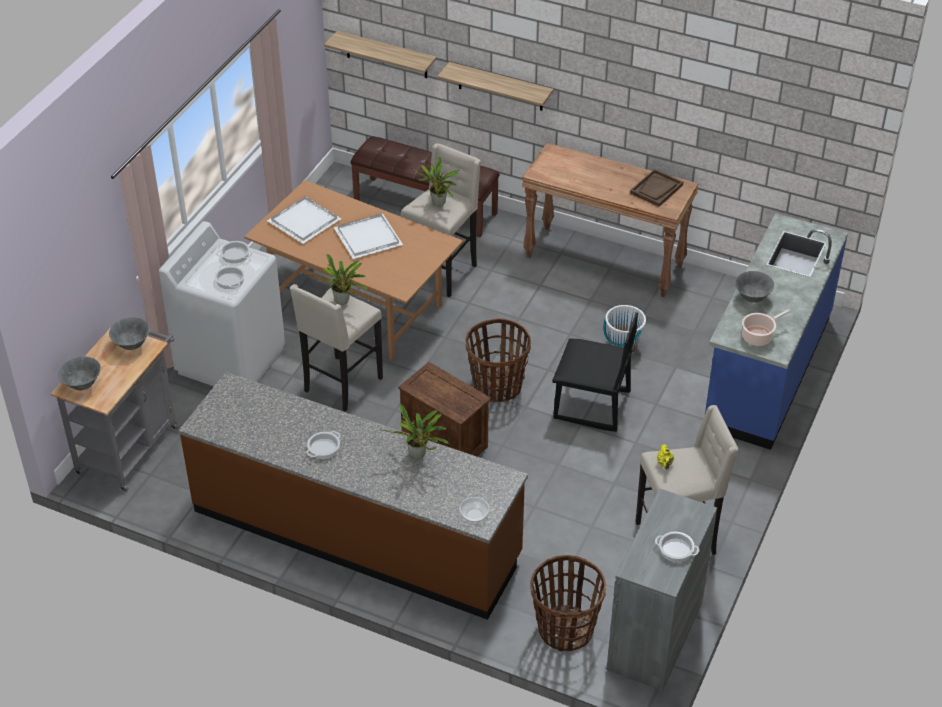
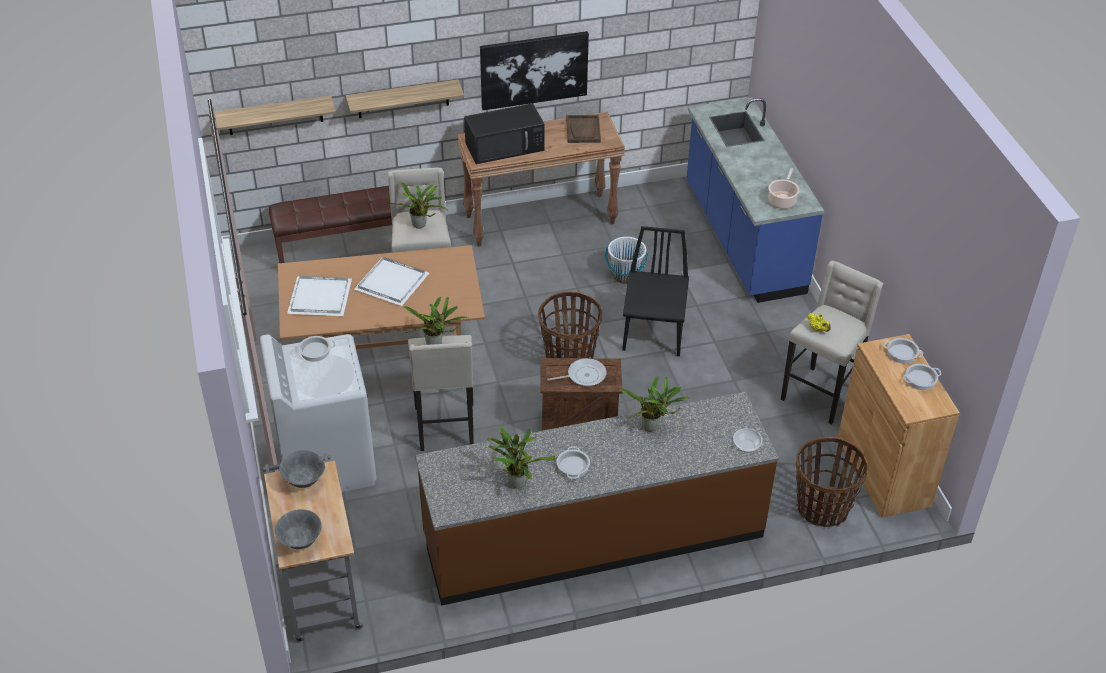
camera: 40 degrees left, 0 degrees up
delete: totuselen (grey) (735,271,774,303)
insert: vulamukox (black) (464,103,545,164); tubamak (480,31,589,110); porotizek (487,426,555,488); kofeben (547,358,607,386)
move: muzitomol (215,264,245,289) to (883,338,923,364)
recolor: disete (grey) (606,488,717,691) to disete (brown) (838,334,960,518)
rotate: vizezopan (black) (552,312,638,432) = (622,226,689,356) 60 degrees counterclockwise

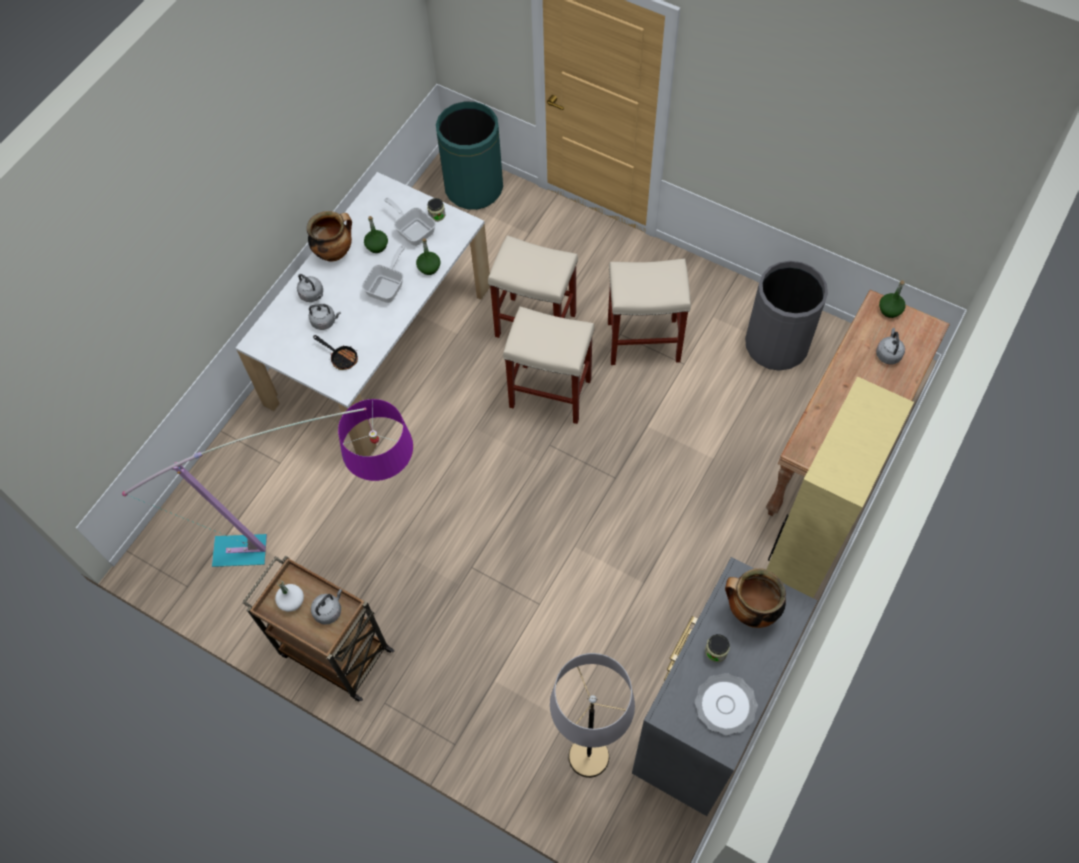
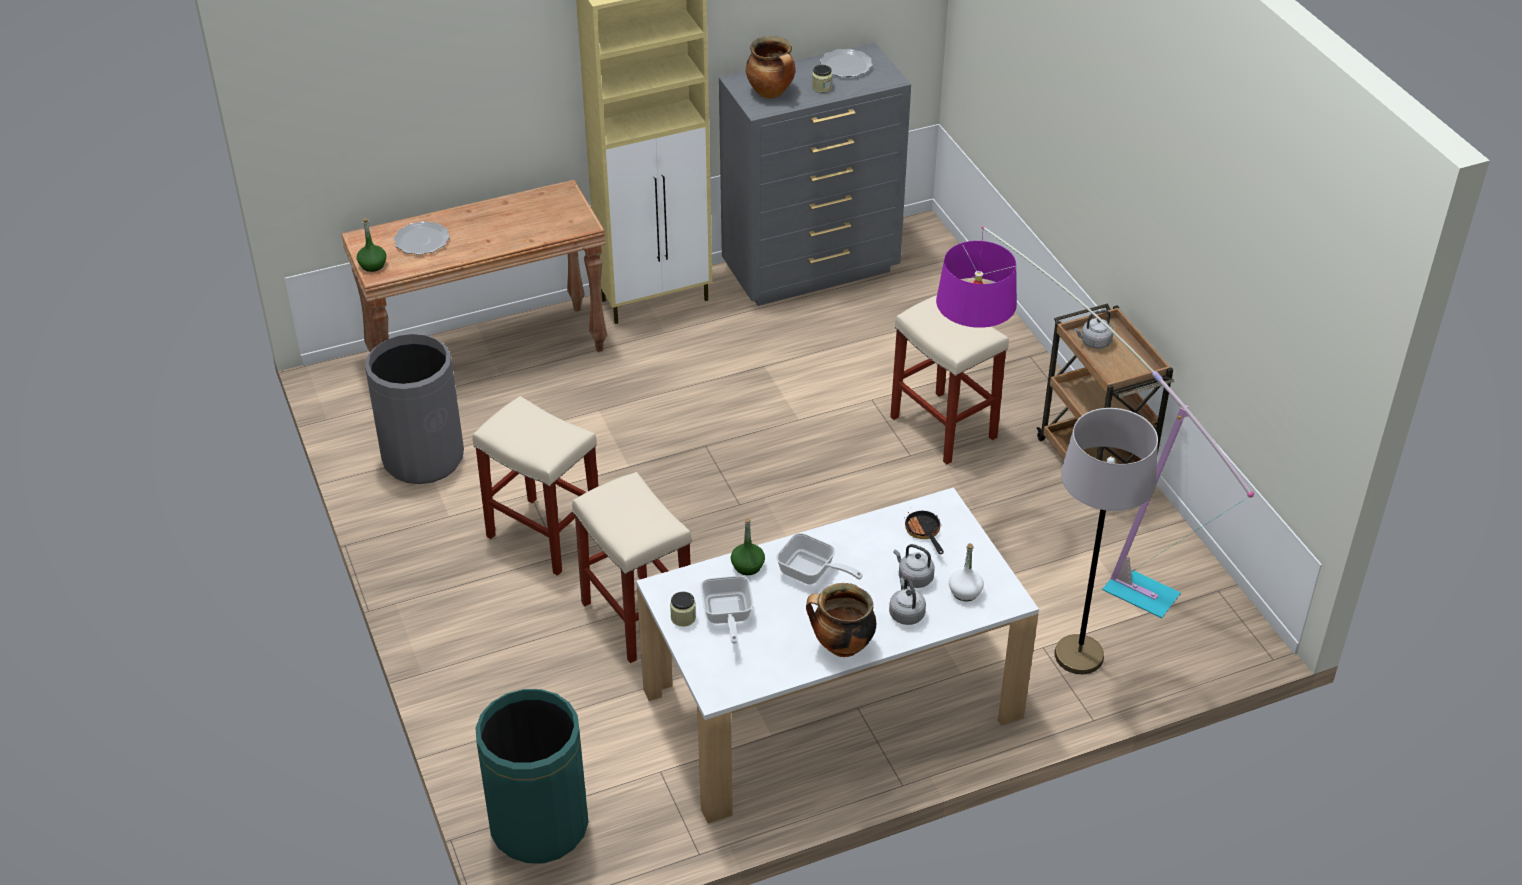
camera: 145 degrees left, 20 degrees down
delete: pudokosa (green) (364,216,388,253)
move: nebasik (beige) (503,306,594,424) to (890,295,1009,465); pudokosa (white) (275,580,304,612) to (949,543,984,601); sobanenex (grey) (550,653,635,778) to (1055,408,1158,674)
replace: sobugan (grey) (876,328,905,364) to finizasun (394,221,450,255)
rotate: kofeben (362,246,405,303) = (776,533,863,584) 120 degrees counterclockwise

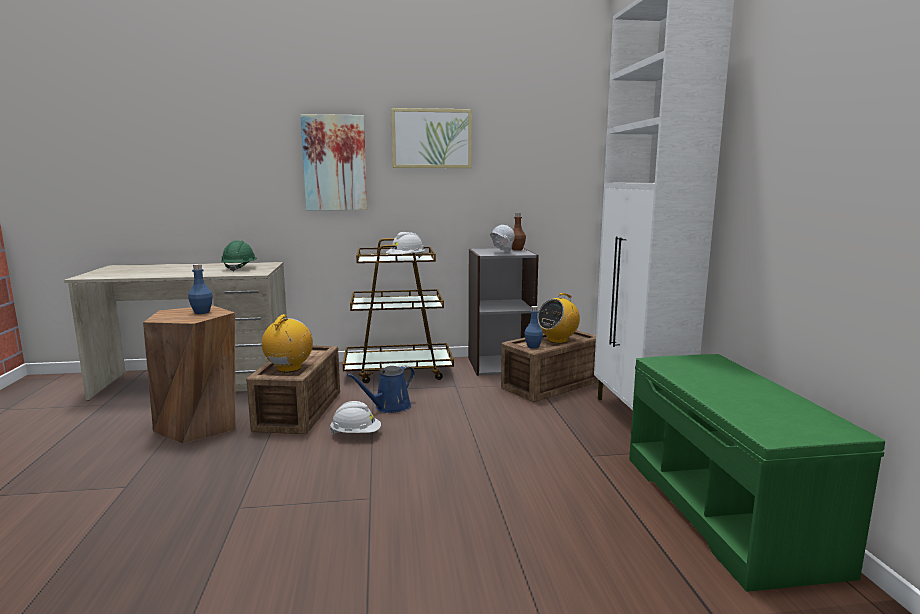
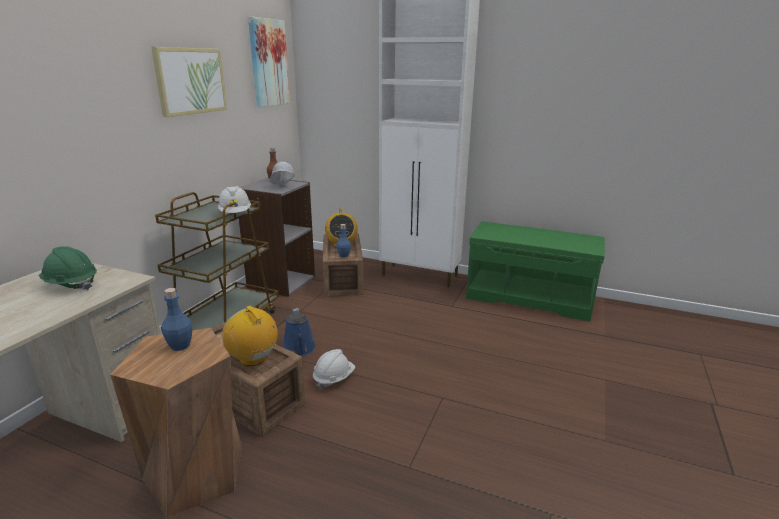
camera: 60 degrees left, 10 degrees up
move: tubamak (301,114,367,210) to (248,16,290,107)

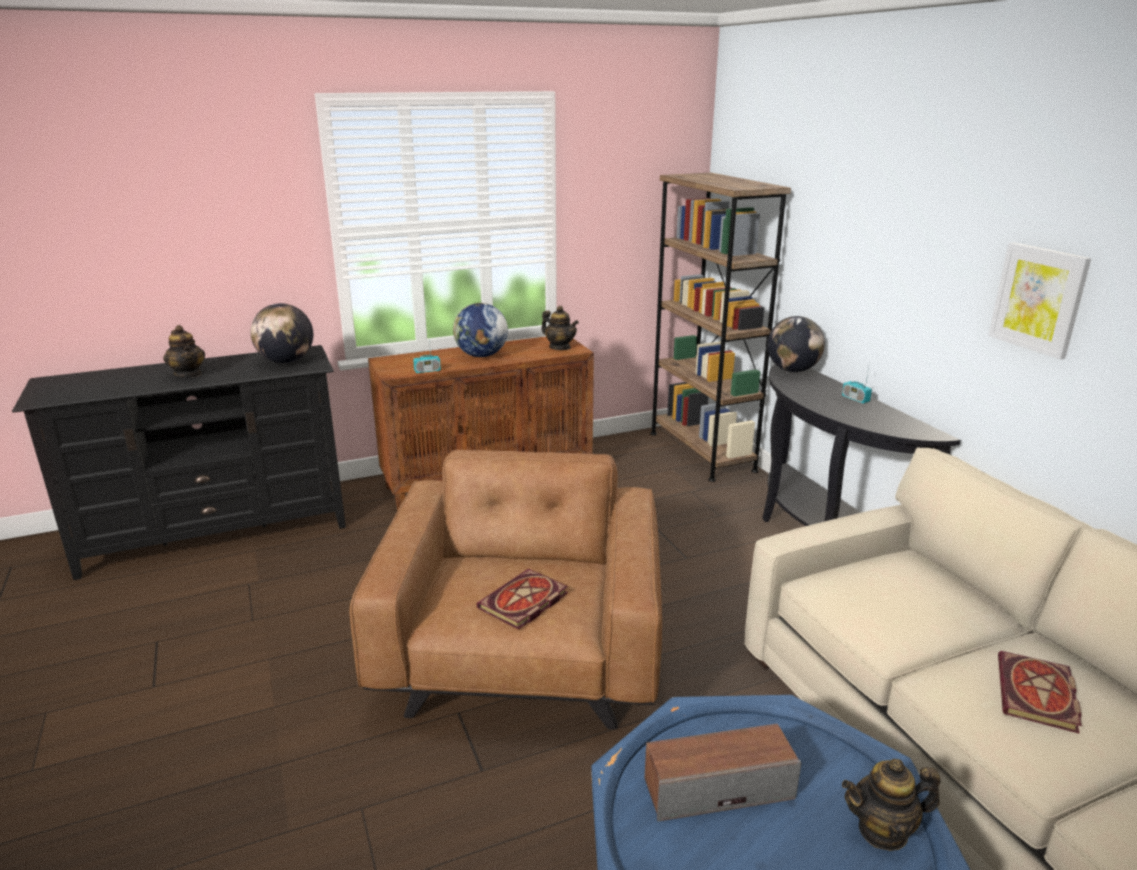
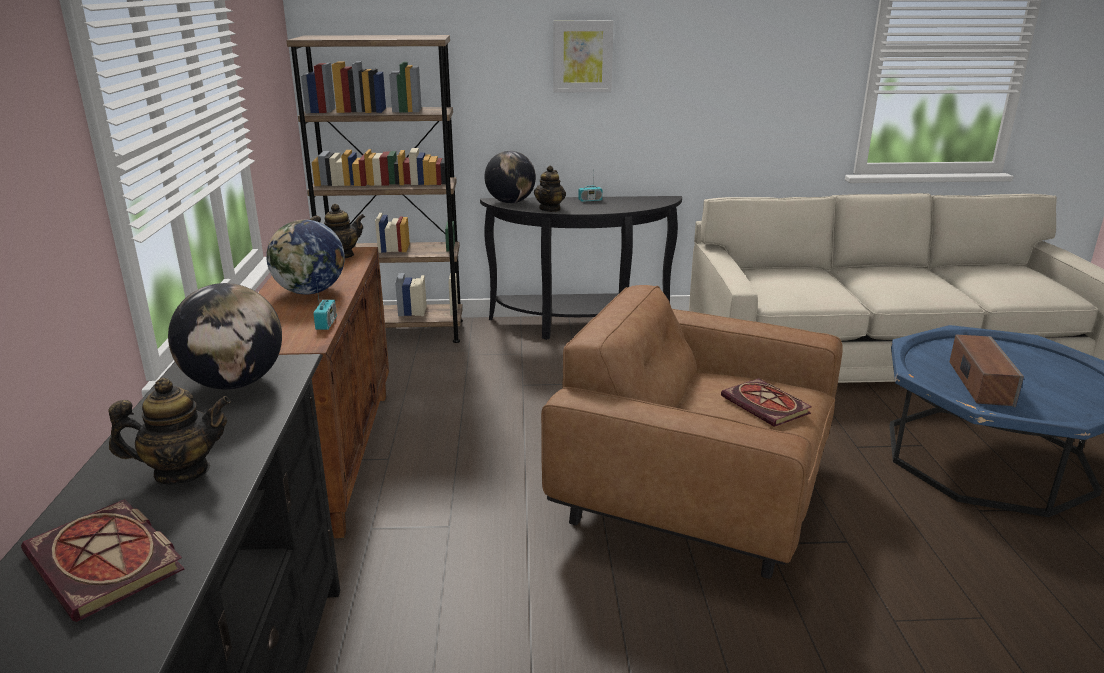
camera: 70 degrees left, 0 degrees up
move: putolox (998,651,1082,733) to (21,499,184,622); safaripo (842,759,940,851) to (534,166,566,212); tubamak (988,242,1091,360) to (553,21,614,93)

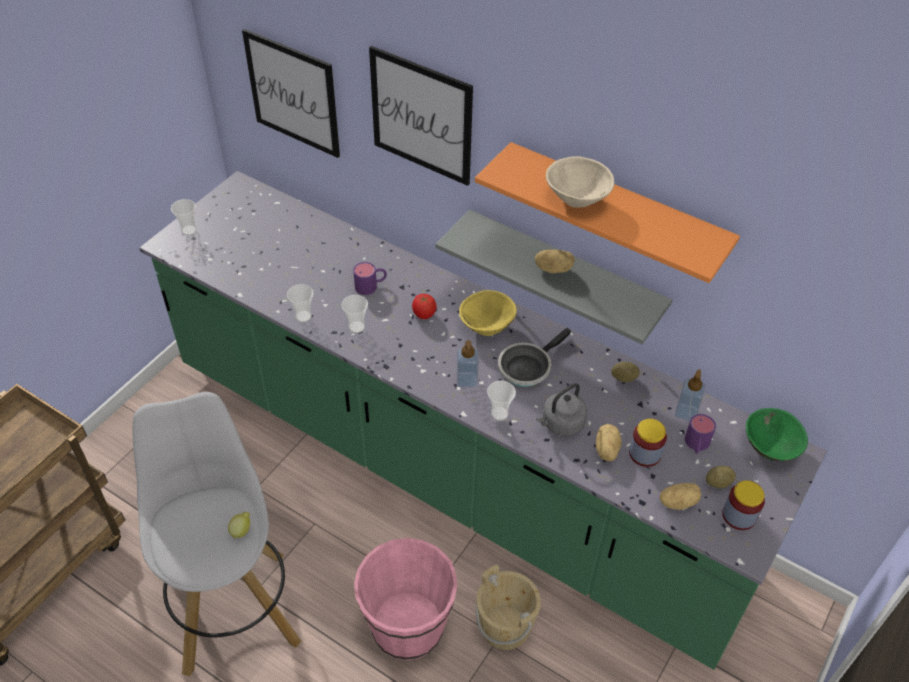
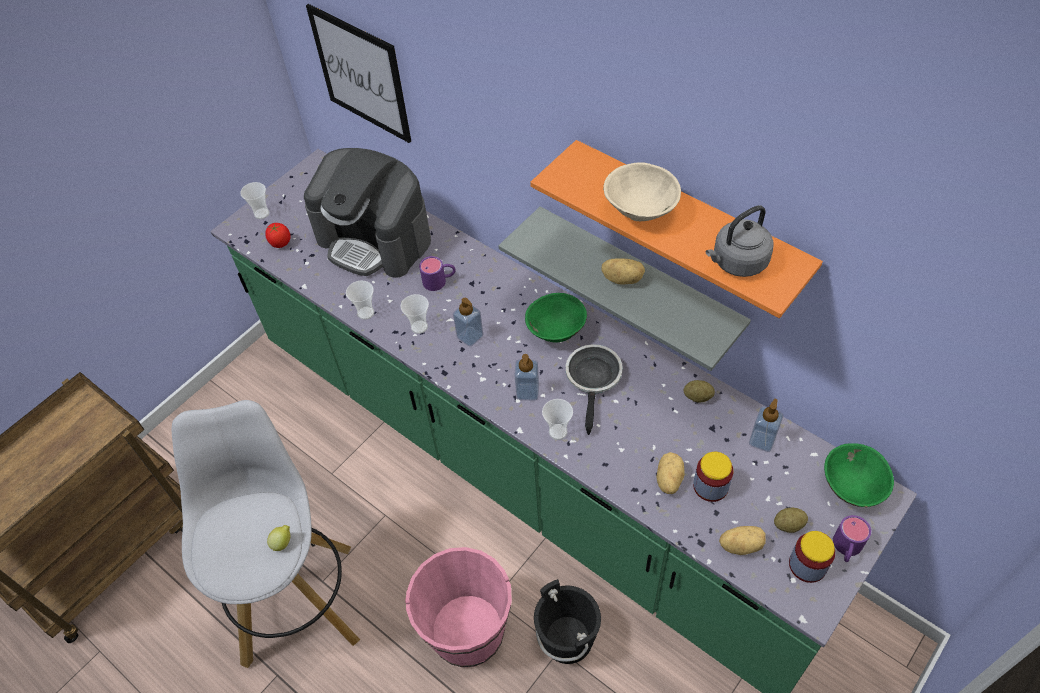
camera: 10 degrees right, 5 degrees up
delete: tubamak (369,46,473,186)
insert: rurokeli (304,148,431,278); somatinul (453,298,483,347)
move: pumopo (412,294,436,319) to (265,223,291,248); sobugan (grey) (536,383,587,436) to (705,205,774,277); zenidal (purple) (685,414,716,454) to (833,515,871,562)
recolor: totuselen (yellow) (459,290,517,336) to totuselen (green) (525,293,587,343); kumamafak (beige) (476,564,541,650) to kumamafak (black) (534,579,601,664)
rotate: kofeben (498,328,571,387) = (566,344,623,435) 135 degrees clockwise

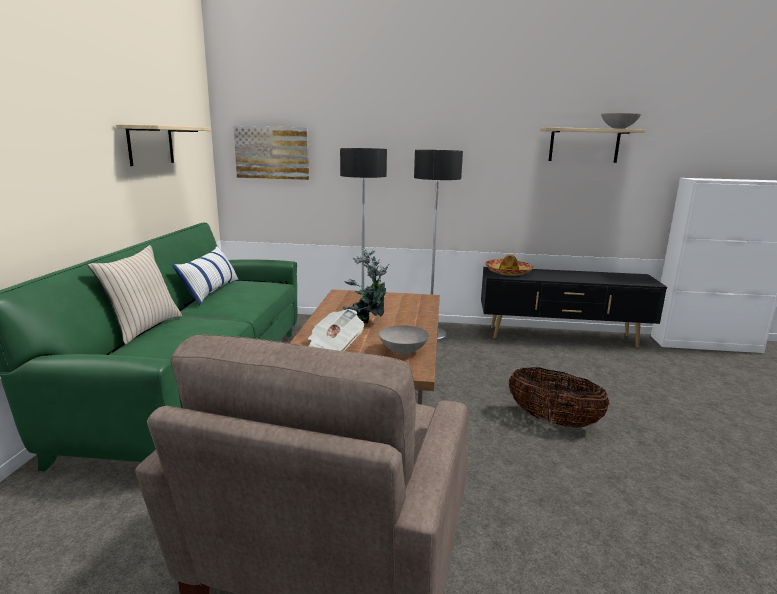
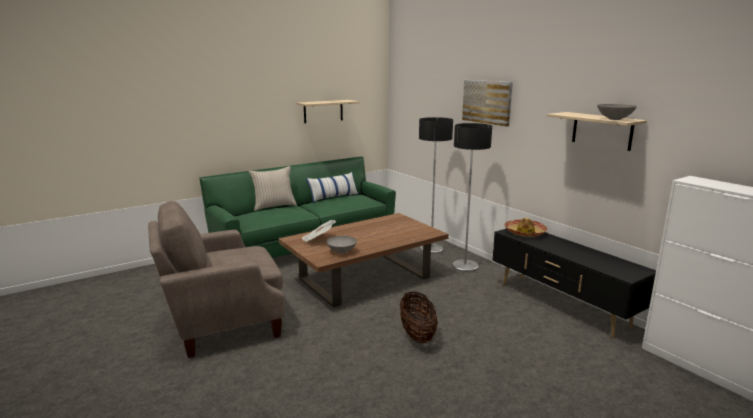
camera: 50 degrees right, 0 degrees up
delete: porotizek (343,247,389,324)
move: tubamak (233,126,309,180) to (462,80,513,127)

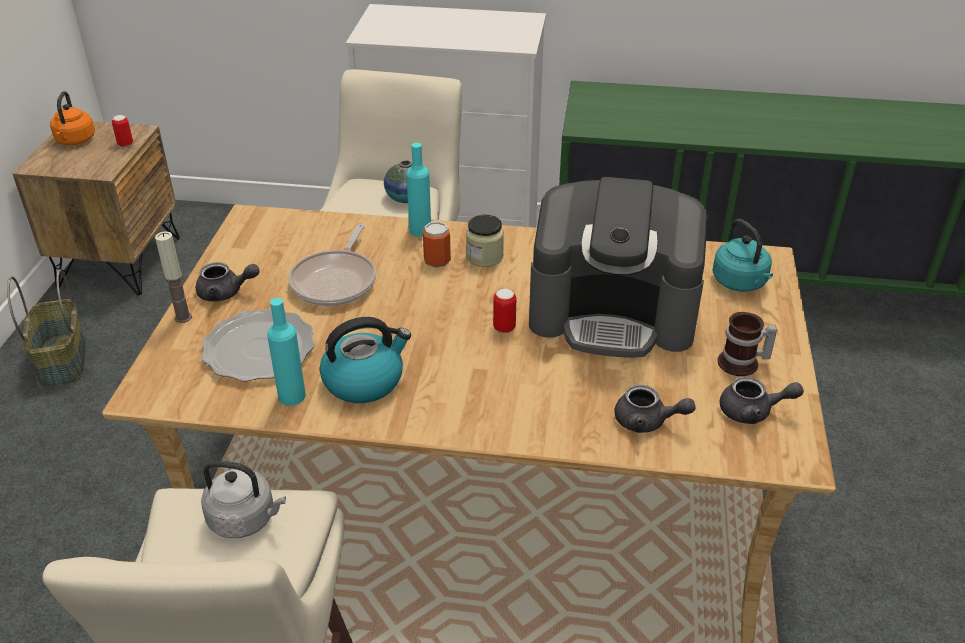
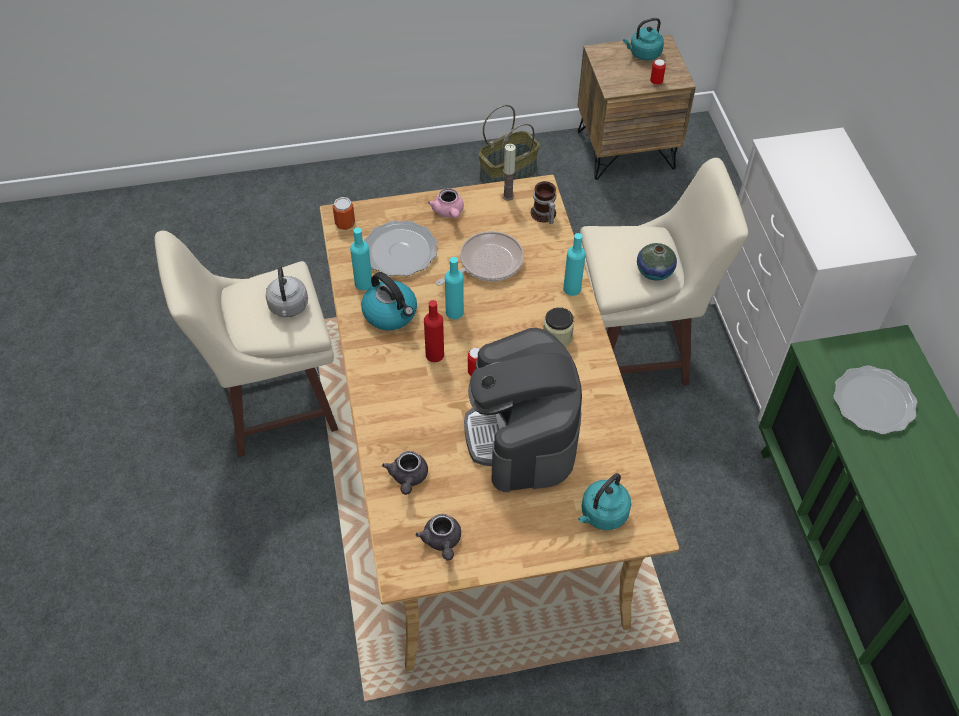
camera: 70 degrees right, 15 degrees up
insert: pudokosa (red) (424,300,444,362); pudokosa (turquoise) (445,257,464,319); finizasun (833,365,917,434)
move: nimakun (423,221,451,268) to (333,197,355,230); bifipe (155,231,192,323) to (502,144,516,200); zenidal (718,312,777,376) to (531,181,556,224)
recolor: safaripo (grey) (196,262,260,302) to safaripo (pink) (428,188,464,218); sobugan (orange) (50,91,95,145) to sobugan (turquoise) (623,18,664,60)
rotate: kofeben (288,224,376,306) = (436,231,524,286) 150 degrees clockwise

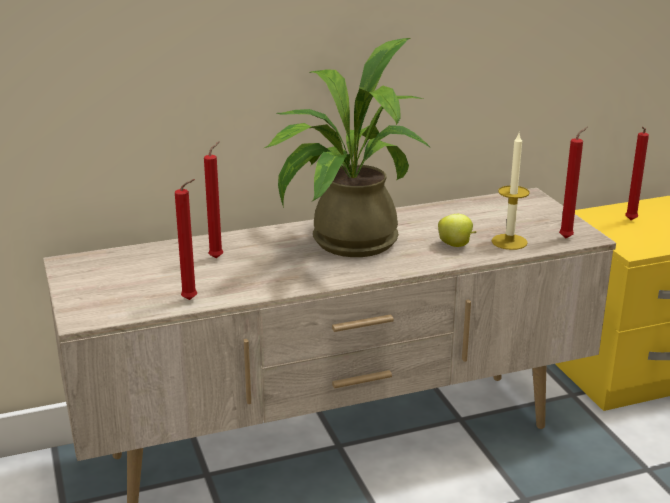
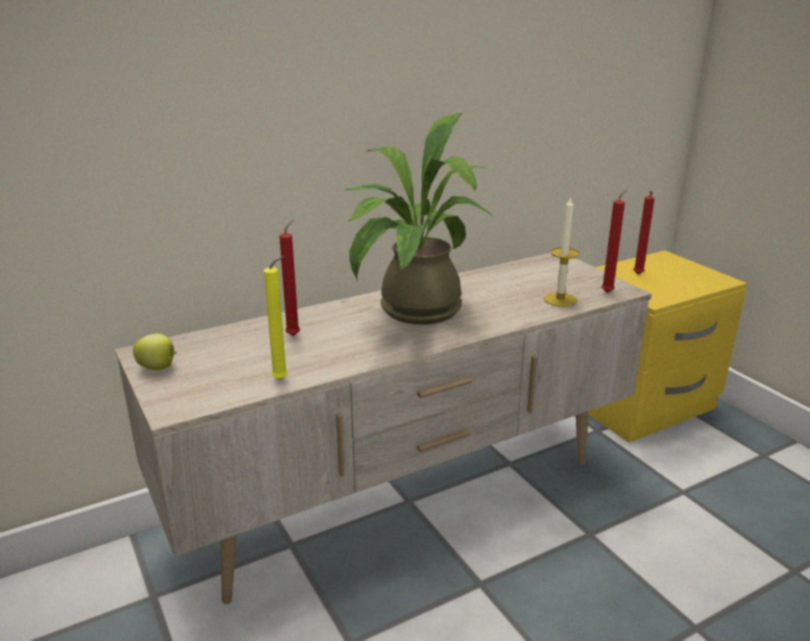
camera: 10 degrees left, 0 degrees up
move: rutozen (438,214,476,247) to (133,334,177,370)
recolor: bifipe (red) (175,179,197,300) to bifipe (yellow) (264,256,288,380)

